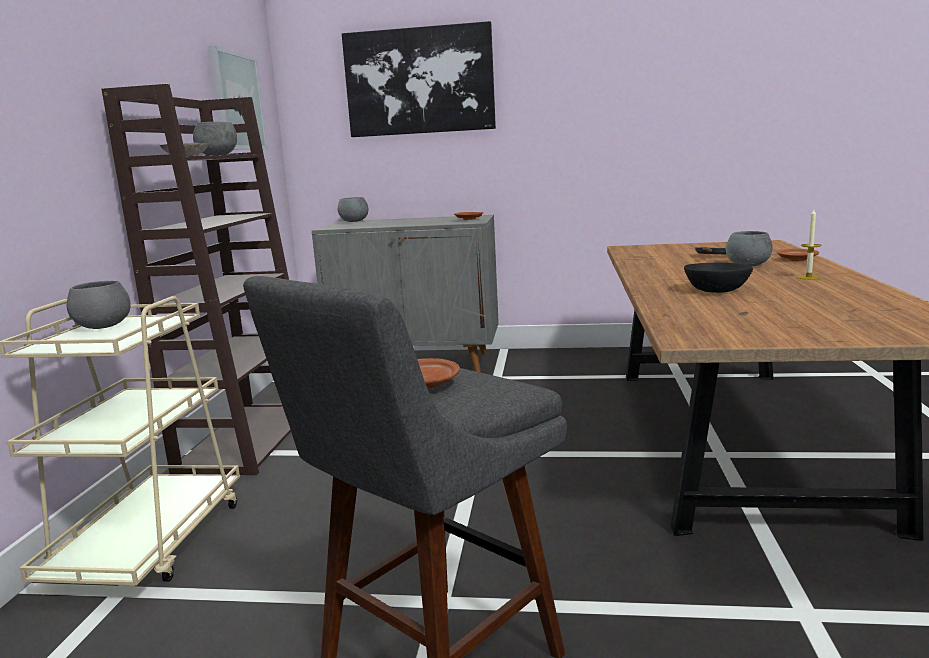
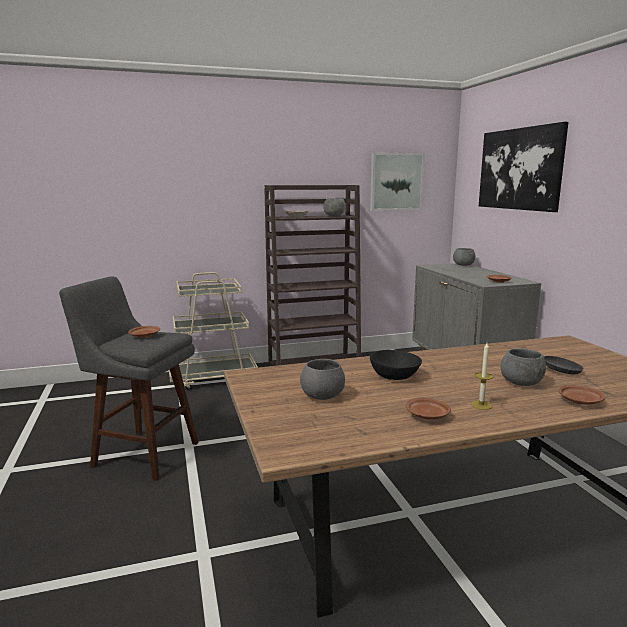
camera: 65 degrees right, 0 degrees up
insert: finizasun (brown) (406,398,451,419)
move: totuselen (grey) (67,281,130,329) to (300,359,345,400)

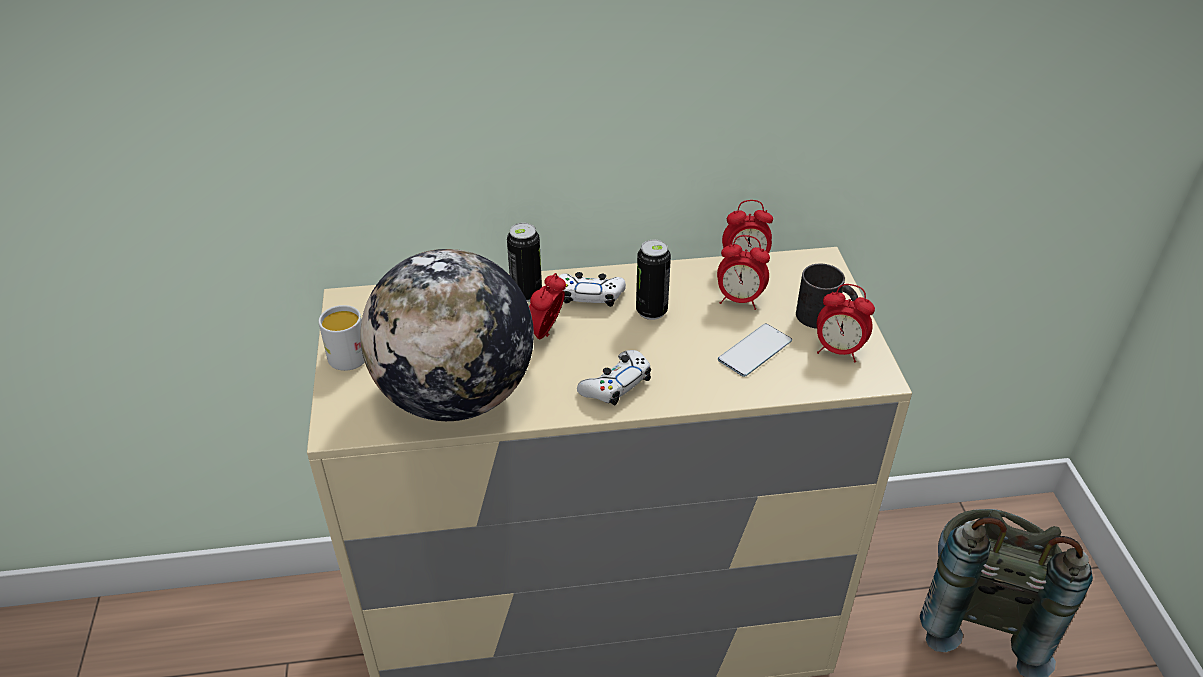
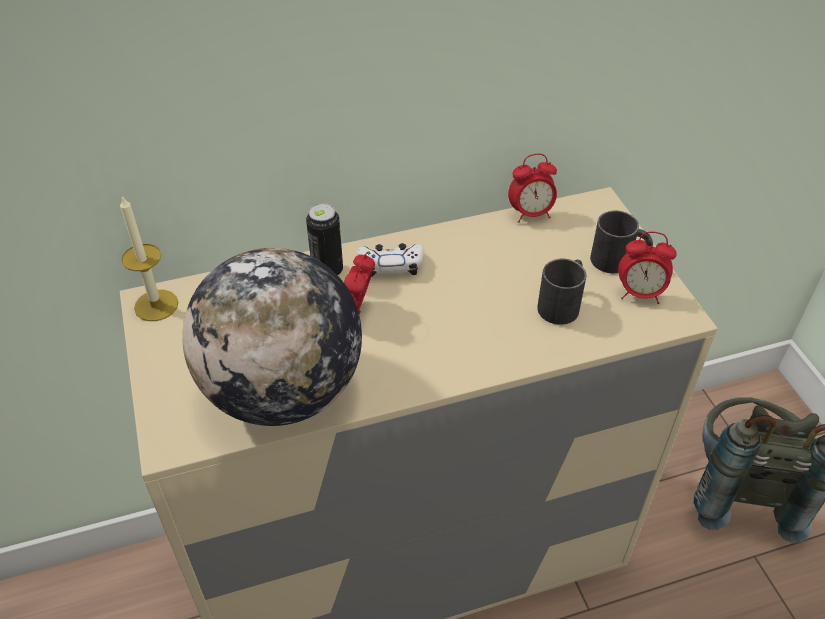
camera: 10 degrees left, 5 degrees up
delete: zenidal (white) (318,305,365,371); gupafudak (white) (577,350,651,405); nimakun (636,240,671,320); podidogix (717,235,770,310)
insert: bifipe (120,195,178,321)
replace: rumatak (718,324,792,377) to zenidal (black) (537,259,586,325)

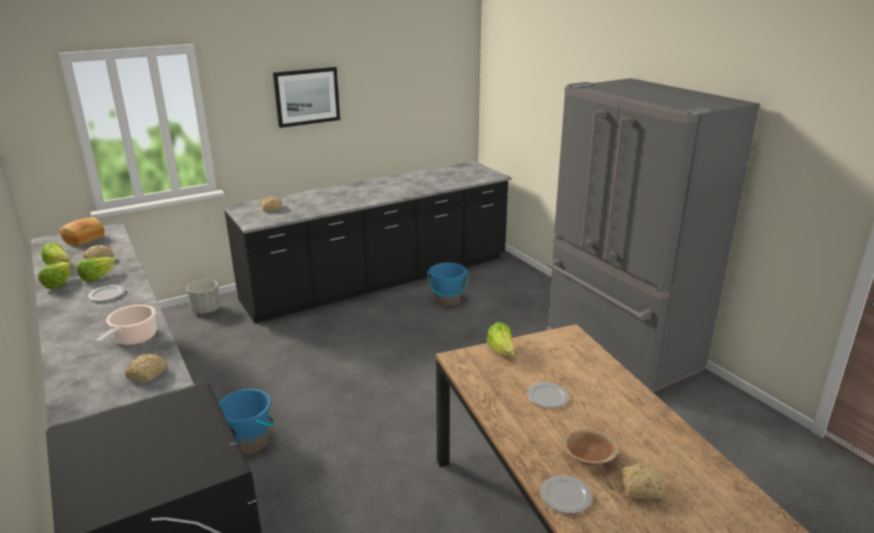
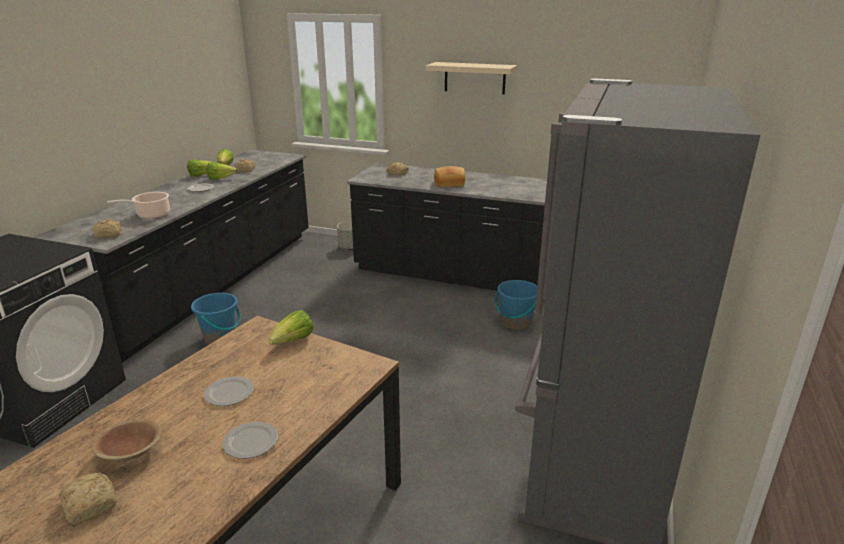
camera: 50 degrees right, 0 degrees up
move: finizasun (540,475,592,514) to (222,422,278,459); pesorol (59,217,104,246) to (434,166,465,187)
replace: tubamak (273,67,340,128) to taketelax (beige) (426,62,517,94)

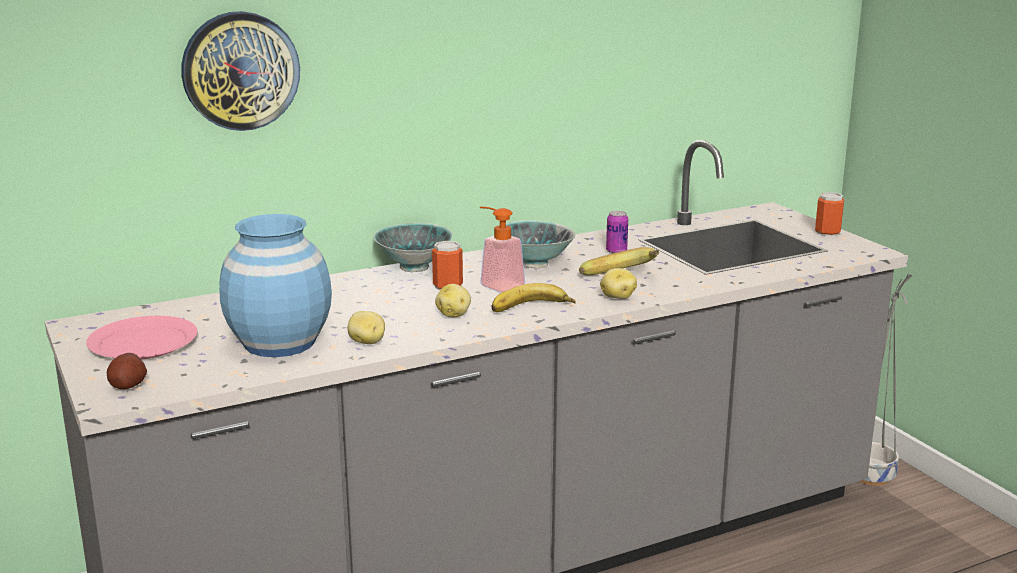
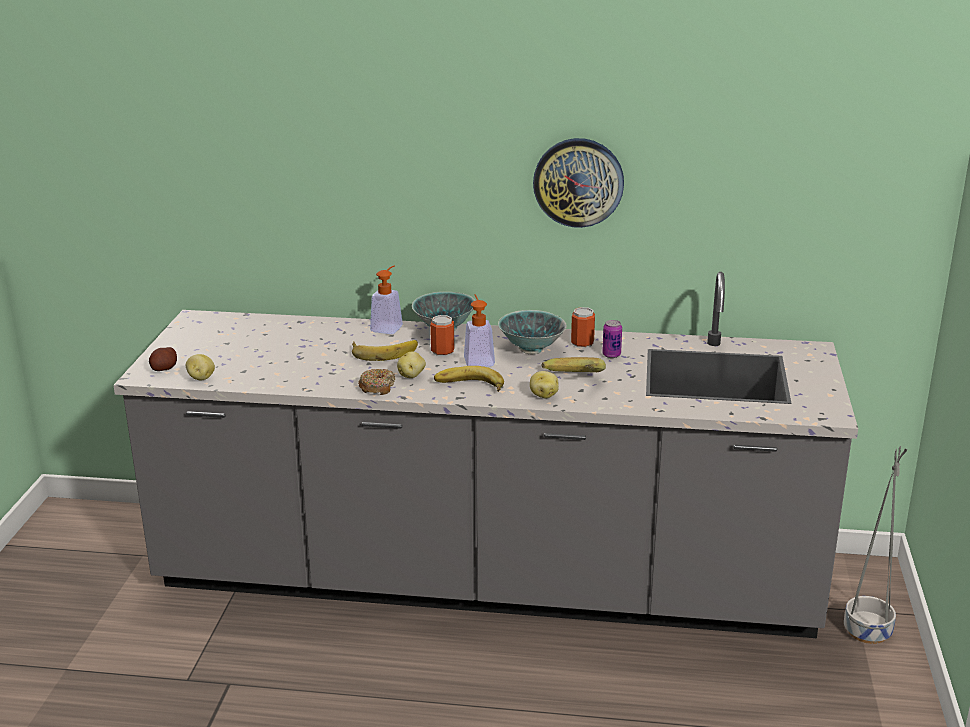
camera: 35 degrees right, 5 degrees up
delete: finizasun (pink) (86,316,197,359); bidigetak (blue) (219,214,332,357)
insert: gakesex (352,340,418,361); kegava (358,369,395,395); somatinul (370,265,403,334)
move: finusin (348,311,385,344) to (186,354,215,380); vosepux (181,11,300,131) to (533,138,624,228); nimakun (815,192,844,236) to (571,307,595,348)

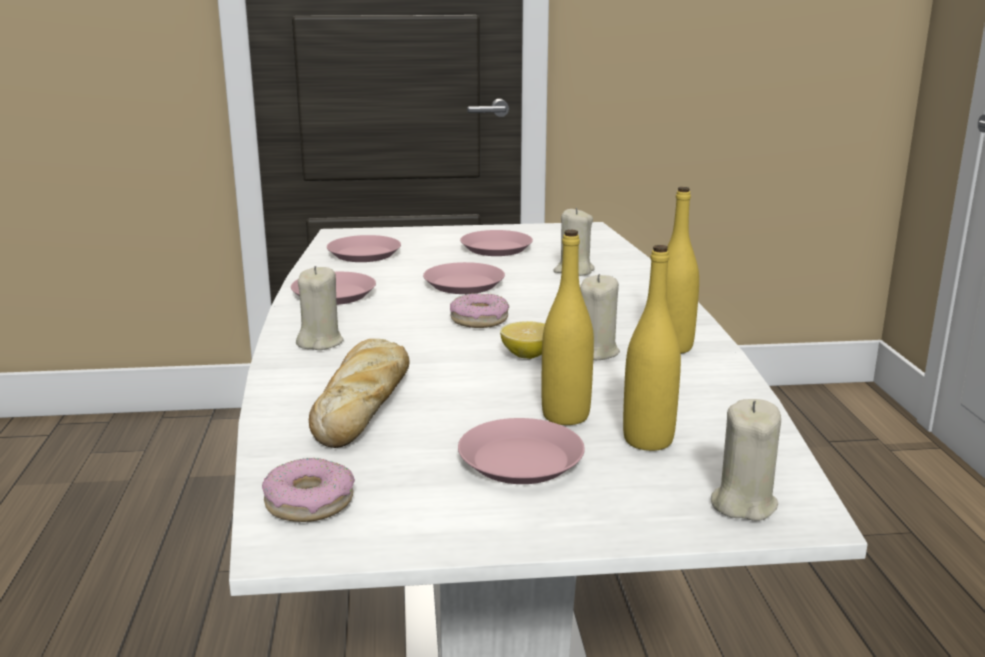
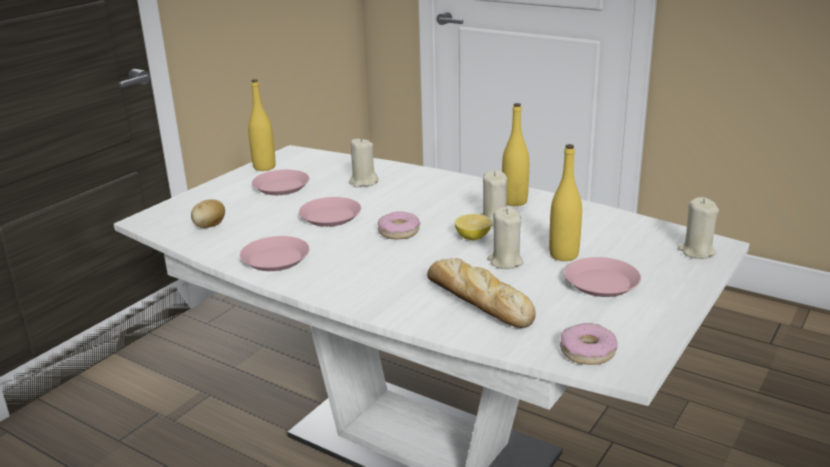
camera: 50 degrees left, 5 degrees up
move: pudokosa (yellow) (623,245,681,451) to (248,79,275,171); bifipe (beige) (296,266,344,350) to (487,207,524,269)
replace: finizasun (pink) (327,235,401,262) to finusin (191,199,225,228)

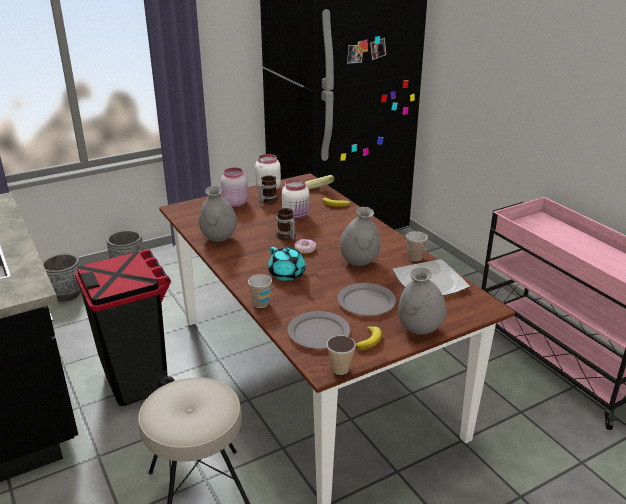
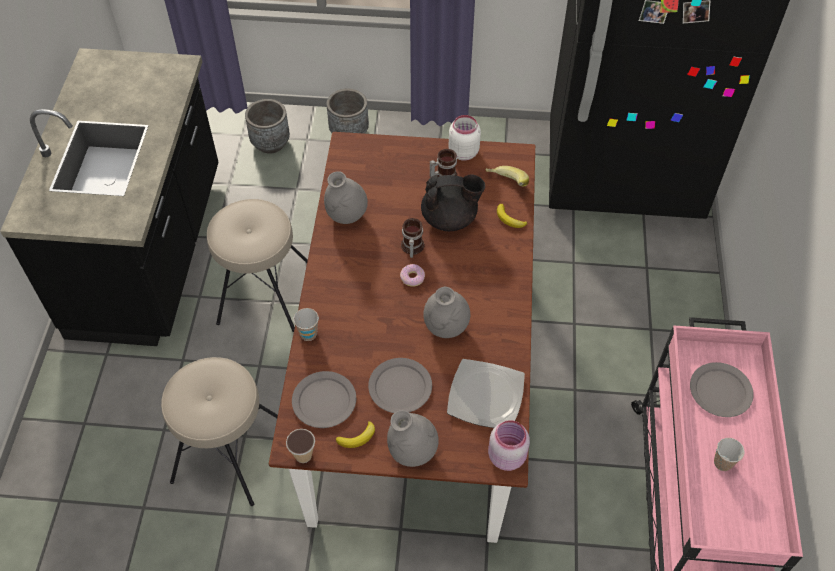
camera: 35 degrees right, 25 degrees up
delete: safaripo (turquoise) (268,247,306,281)
insert: finizasun (grey) (690,362,754,417)
move: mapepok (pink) (221,167,248,207) to (488,420,530,471); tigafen (406,231,428,261) to (714,438,745,471)
replace: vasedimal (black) (75,249,175,406) to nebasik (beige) (207,199,308,332); mapepok (white) (282,179,309,220) to safaripo (black) (421,174,485,231)

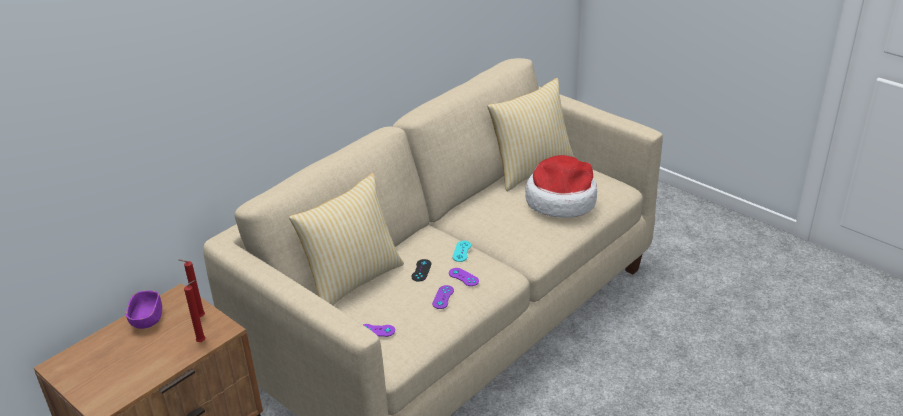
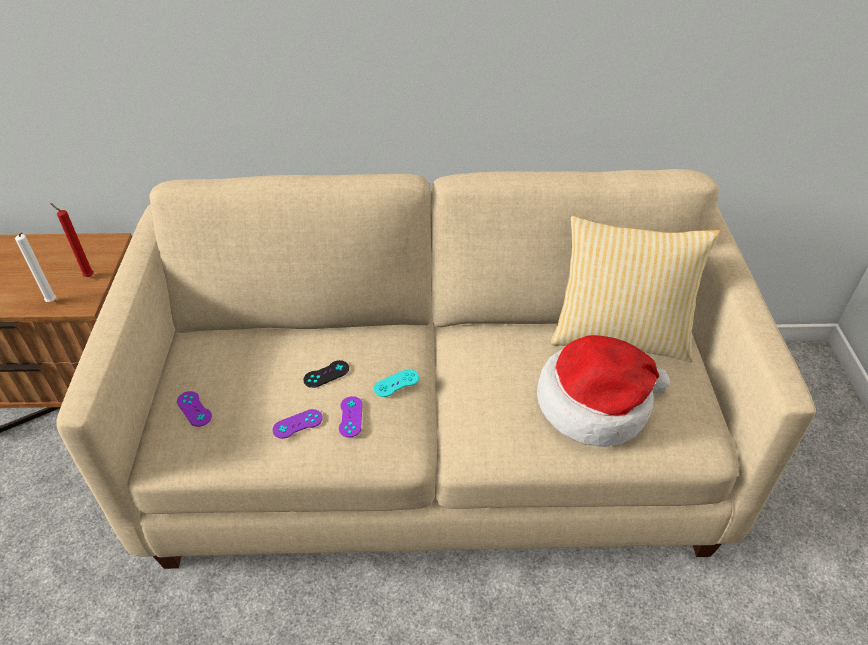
camera: 45 degrees right, 10 degrees up
delete: totuselen (purple) (126,290,162,329); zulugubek (289,173,404,305)
recolor: bifipe (red) (184,280,206,342) to bifipe (white) (15,232,56,302)

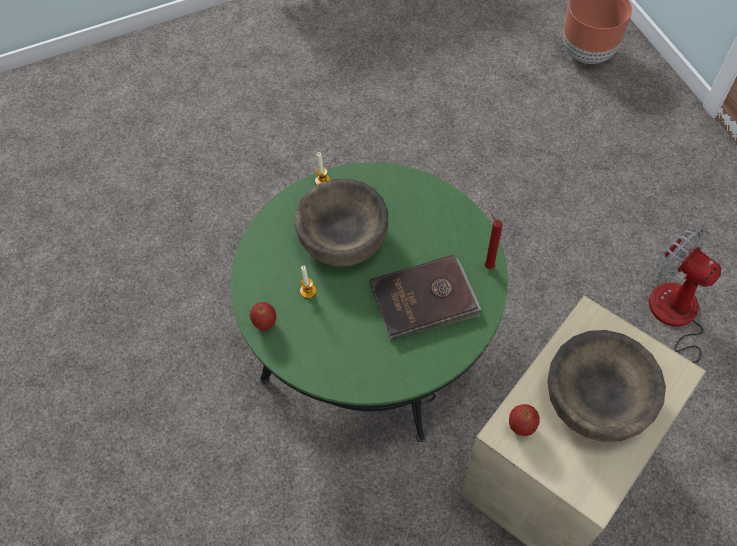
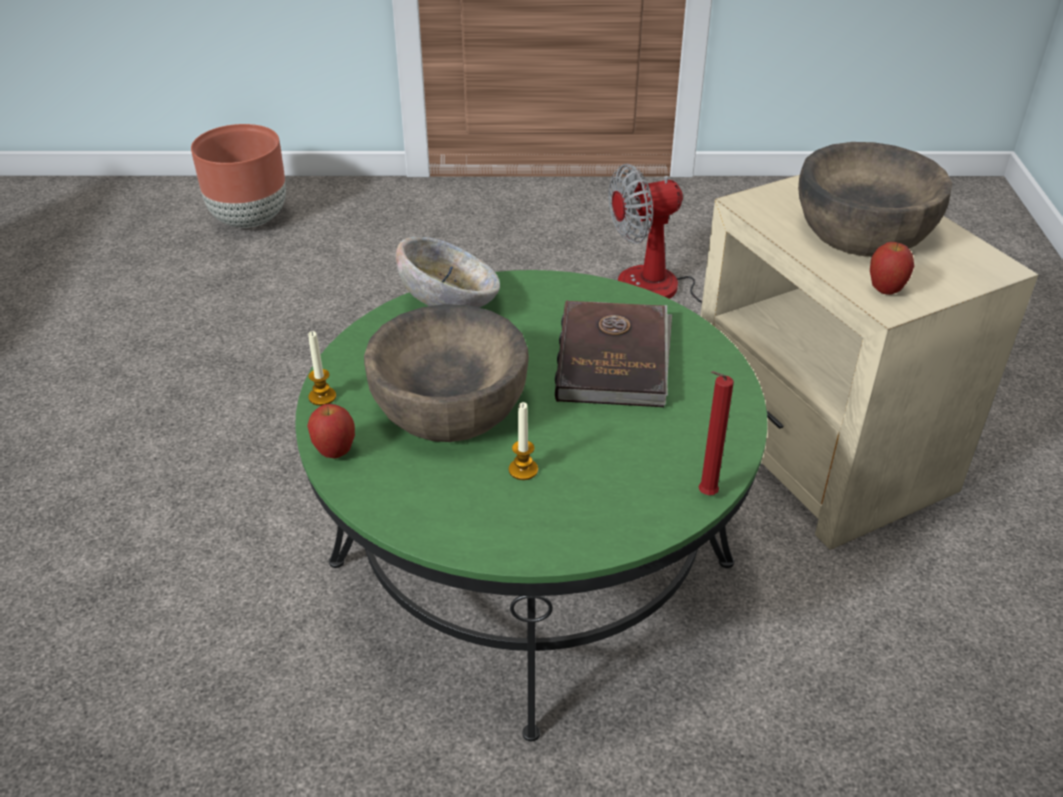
camera: 70 degrees left, 20 degrees down
insert: totuselen (396,237,500,308)
move: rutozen (250,302,277,331) to (307,404,355,458); bifipe (red) (484,213,503,269) to (699,371,734,495)

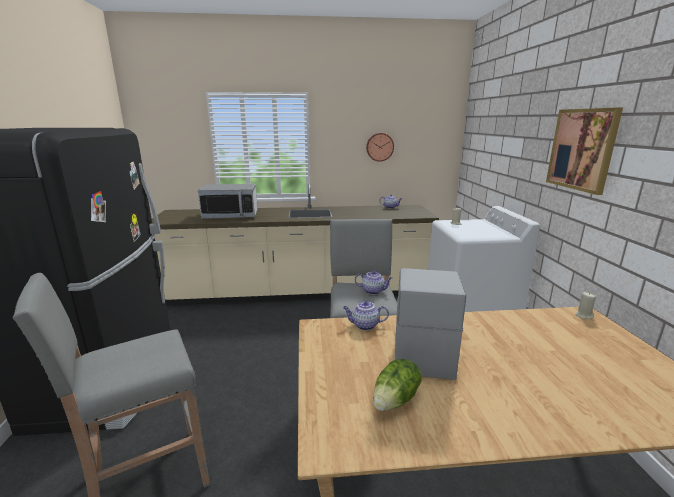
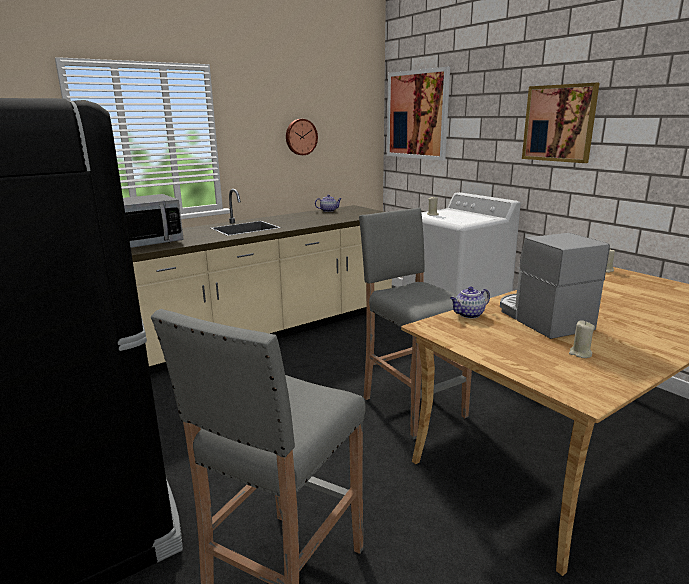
camera: 30 degrees left, 0 degrees up
delete: safaripo (355,271,392,294)
insert: tubamak (387,67,450,161)
replace: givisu (373,359,422,411) to bifipe (beige) (569,320,595,358)

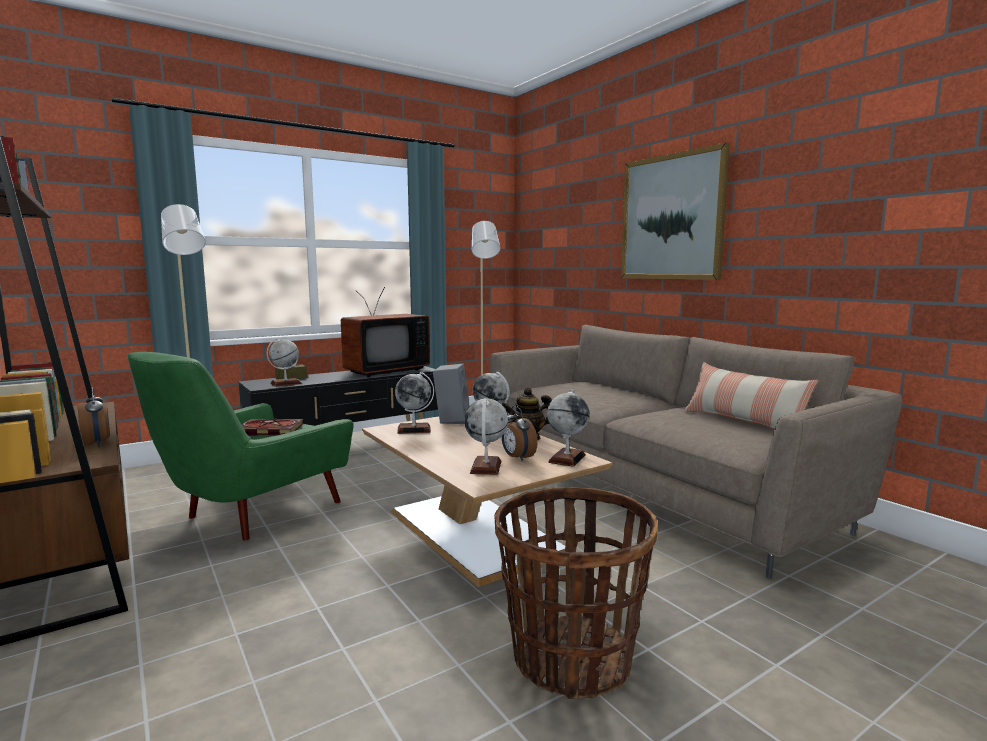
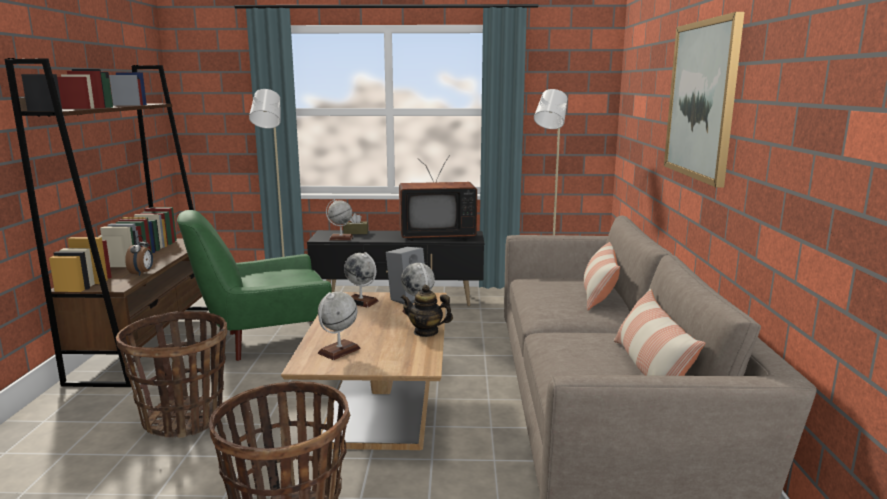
camera: 35 degrees right, 5 degrees up
delete: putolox (242,419,304,435); podidogix (502,406,538,461); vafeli (547,389,589,467)
insert: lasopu (116,311,227,438); zulugubek (584,242,620,311)

